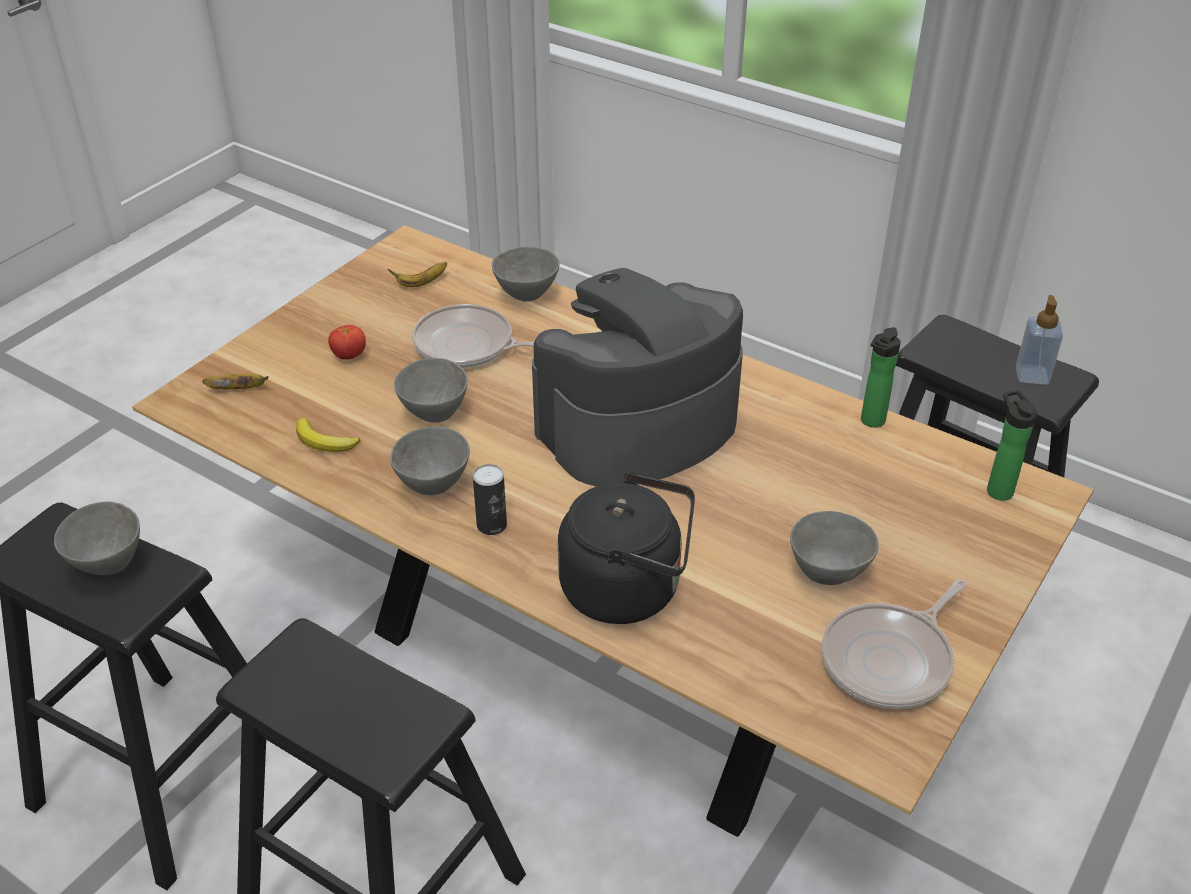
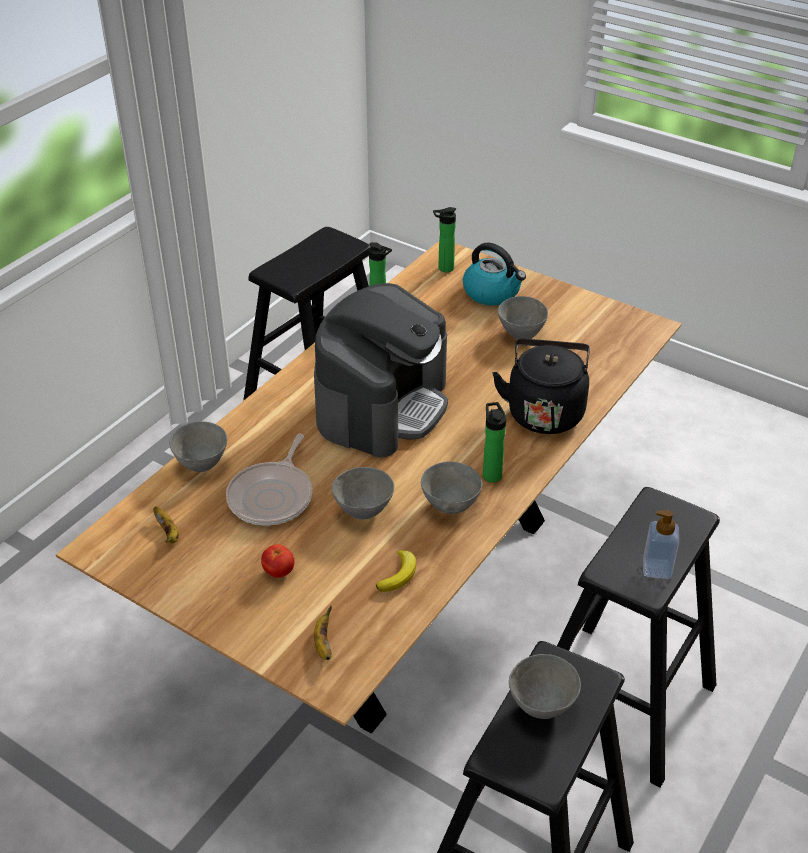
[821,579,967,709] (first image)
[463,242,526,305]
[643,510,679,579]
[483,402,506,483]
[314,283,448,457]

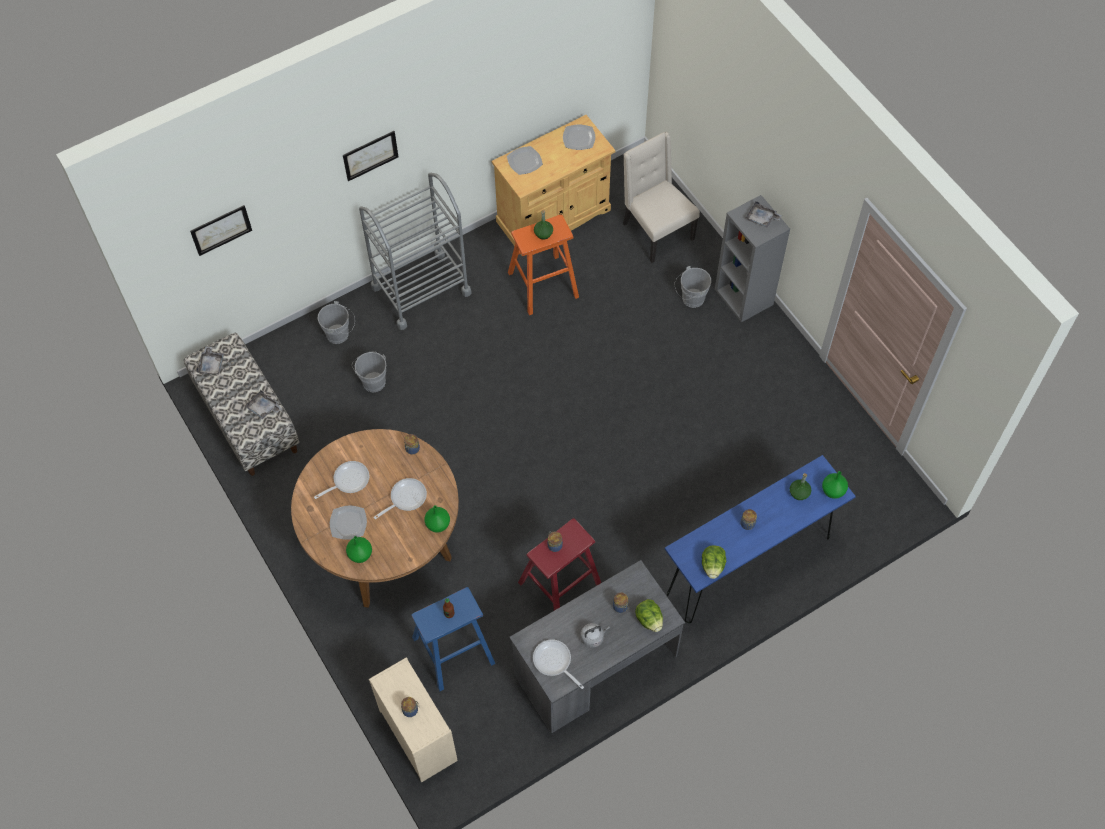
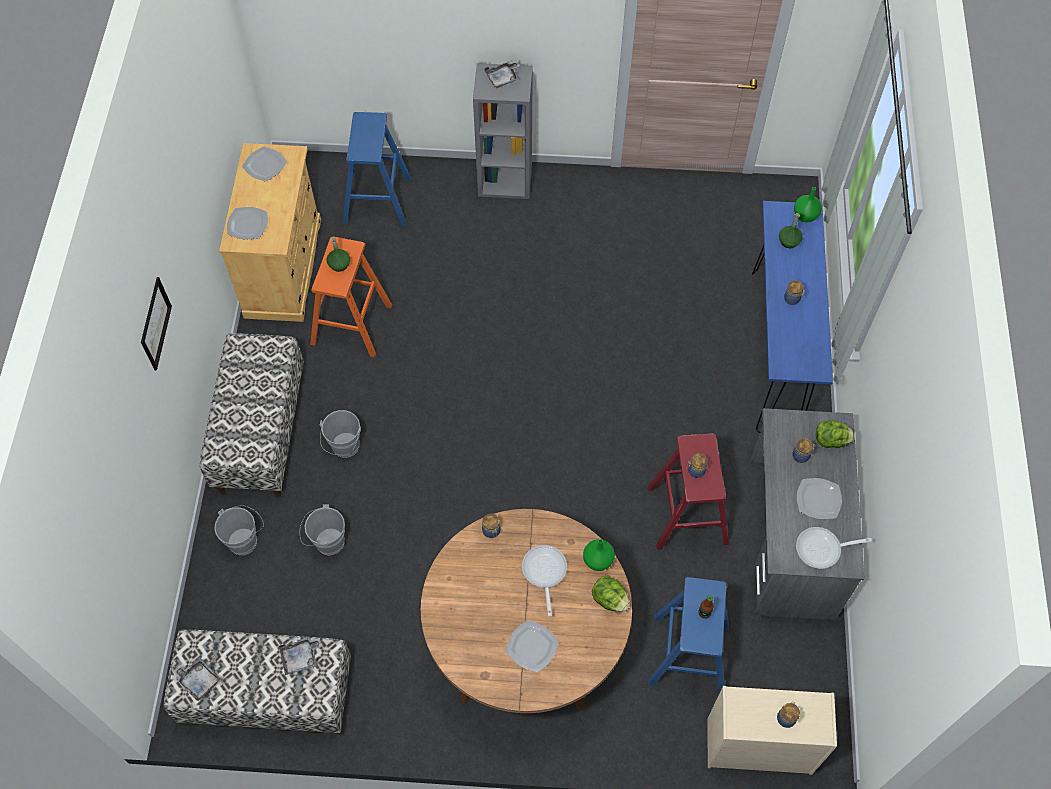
[190,205,252,256] (first image)
[314,461,369,499] (first image)
[346,536,372,563] (first image)
[320,410,361,458]
[592,575,630,612]
[200,333,304,498]
[797,478,842,519]
[343,112,411,226]

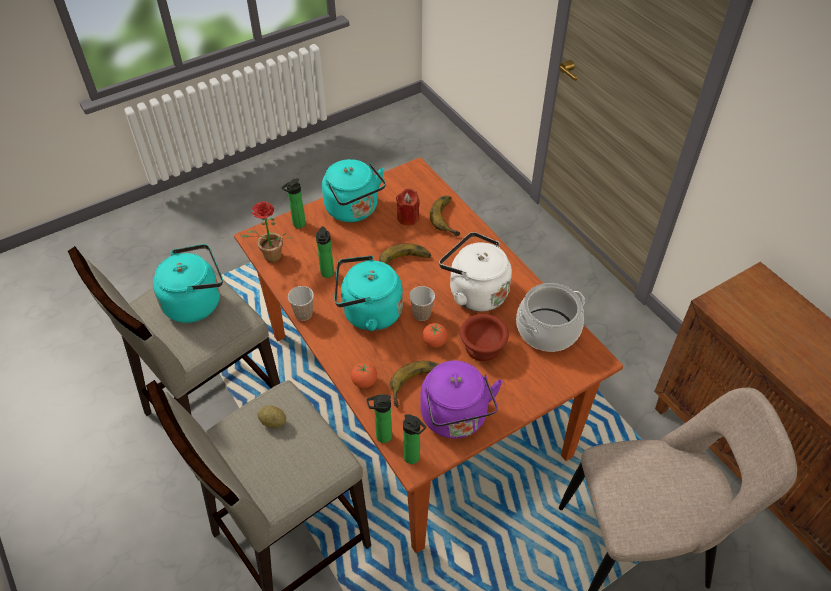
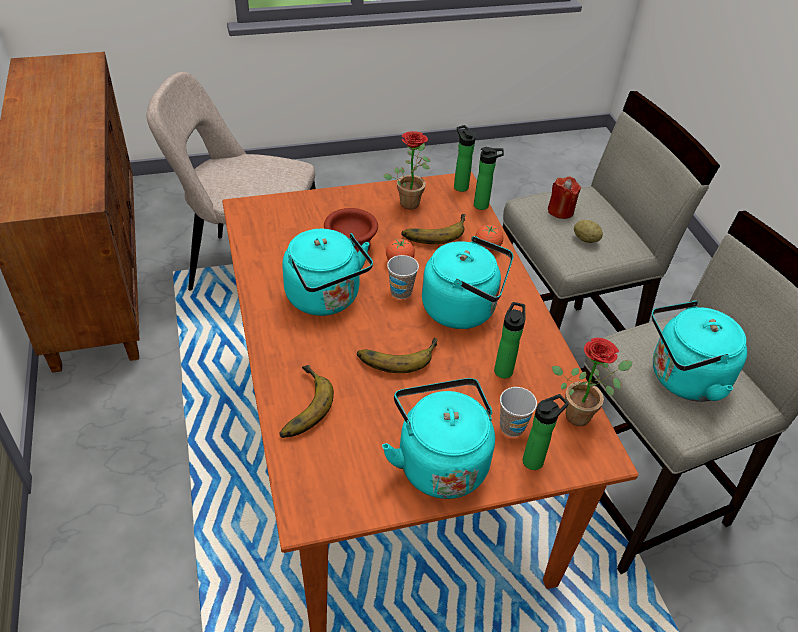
[516,283,585,352] (first image)
[500,387,537,437]
[548,177,581,219]
[383,131,431,210]
[282,229,373,316]

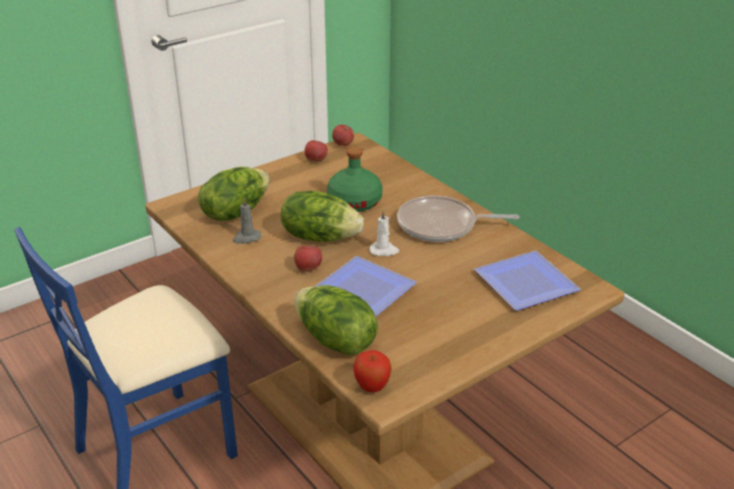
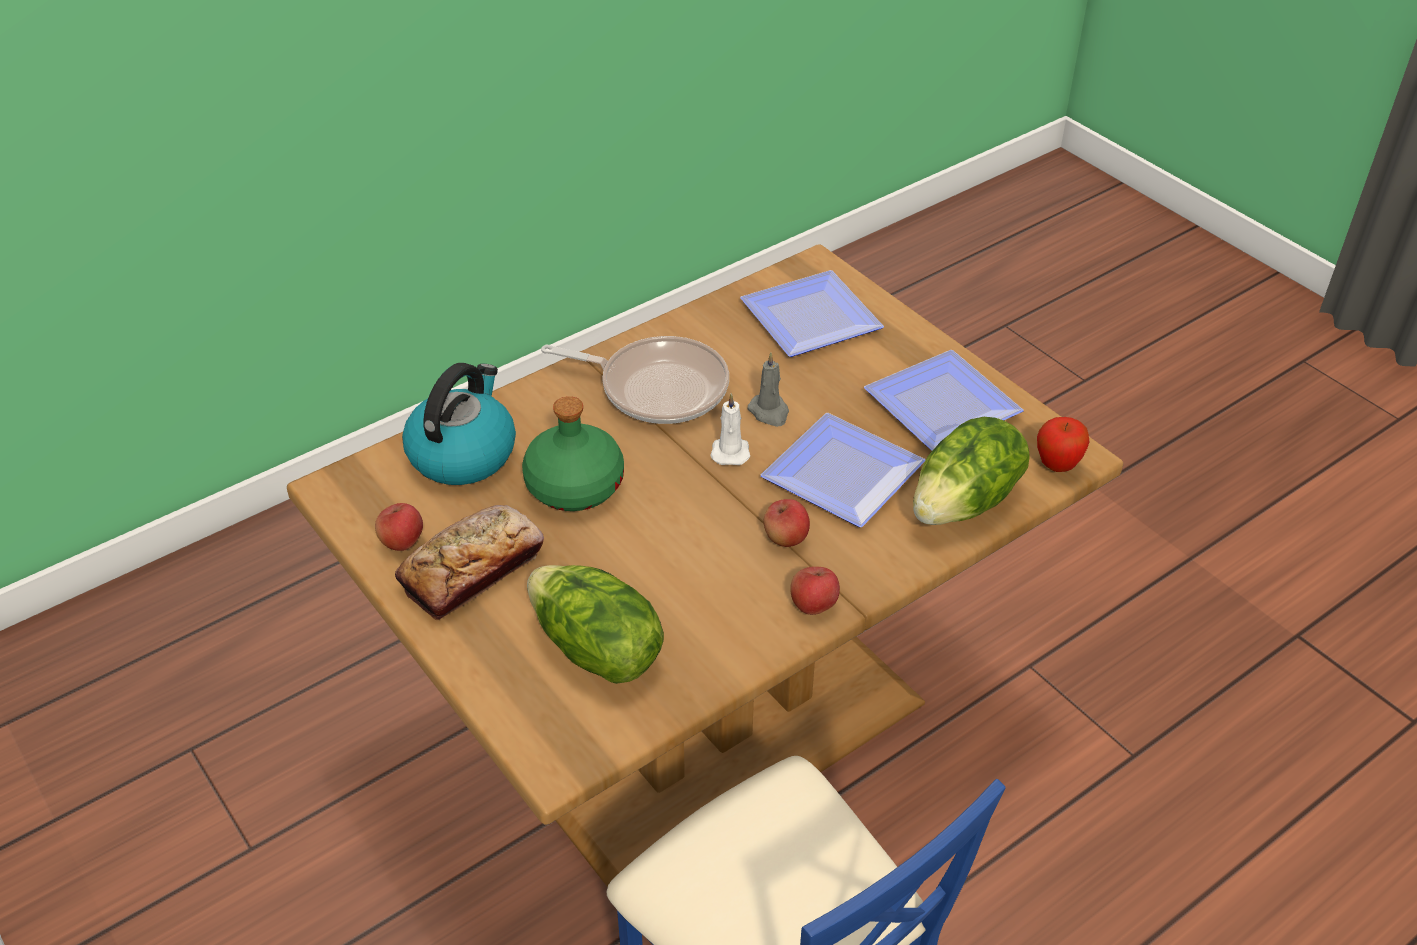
[281,191,364,242] (first image)
[395,505,544,620]
[402,363,516,485]
[864,350,1024,451]
[747,352,789,427]
[790,566,840,615]
[541,336,729,424]

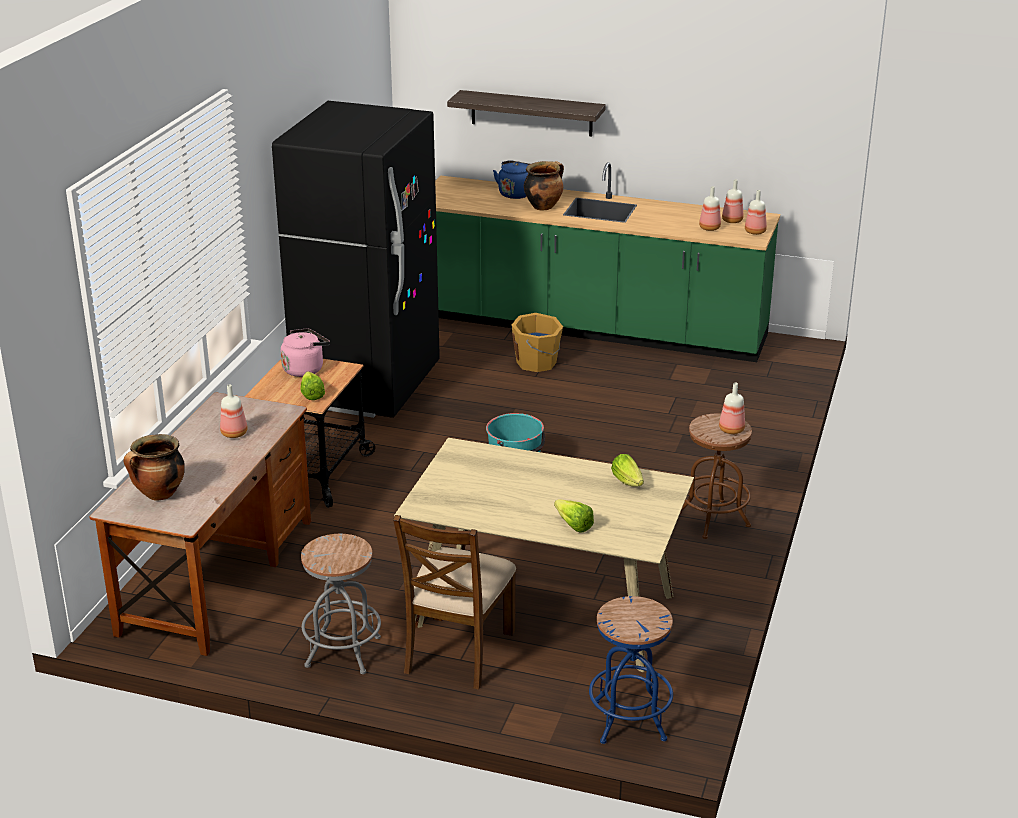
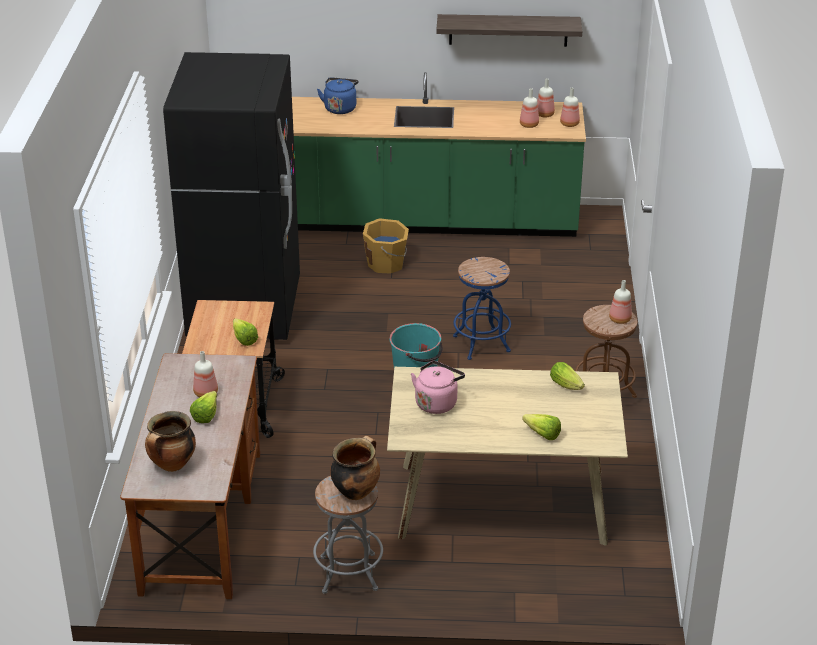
[393,515,516,690] (first image)
[190,391,217,423]
[411,361,465,414]
[436,14,582,47]
[330,436,380,500]
[453,257,511,360]

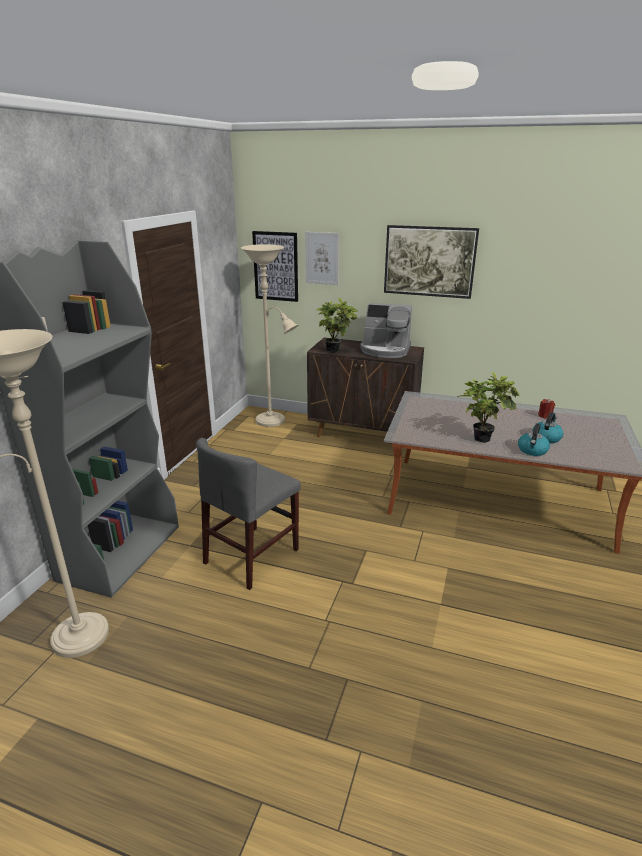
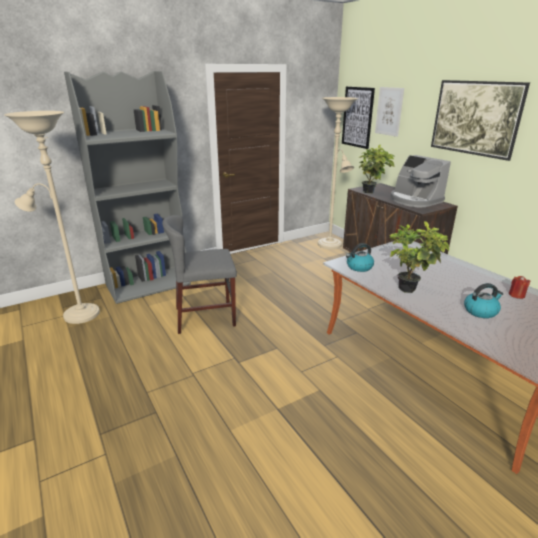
[346,243,374,272]

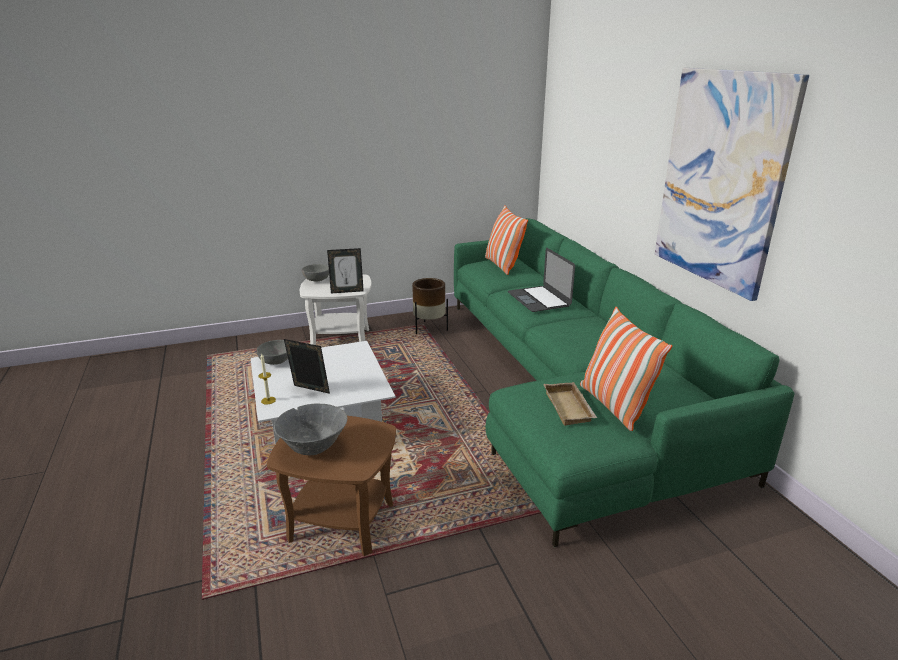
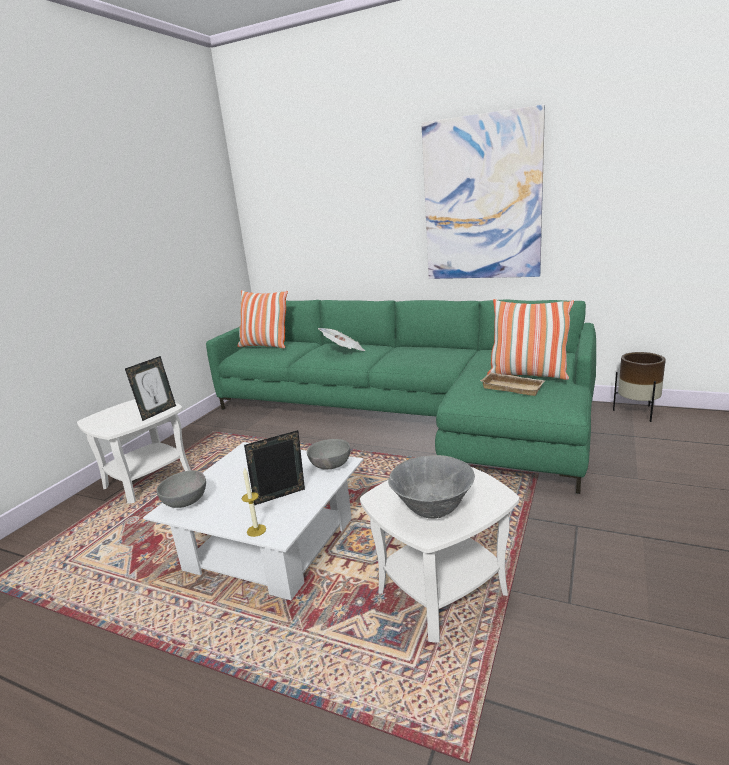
[307,439,350,470]
[613,352,666,422]
[318,328,365,351]
[360,467,519,643]

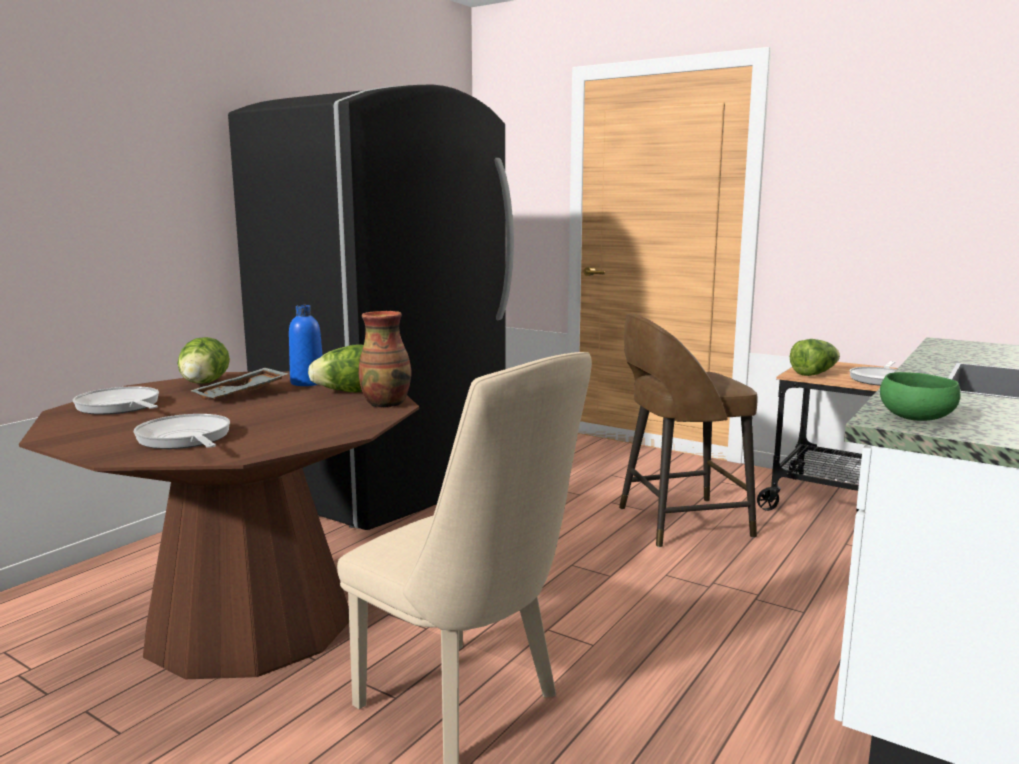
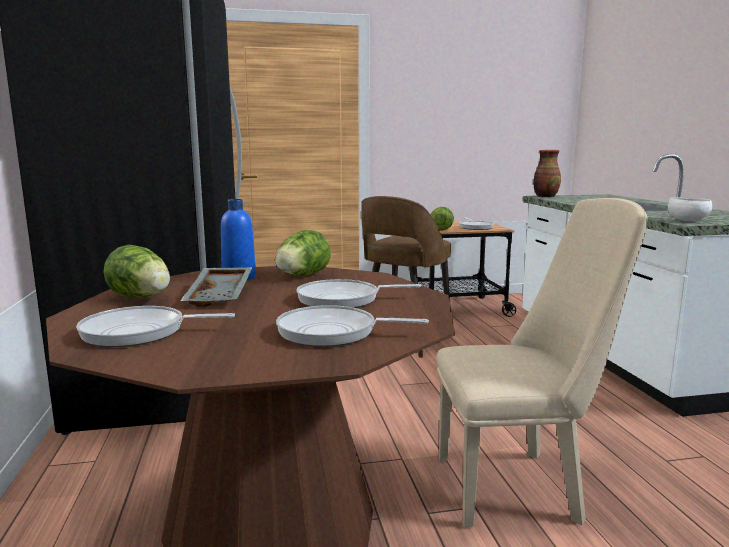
[296,279,421,308]
[533,150,561,197]
[668,197,712,221]

